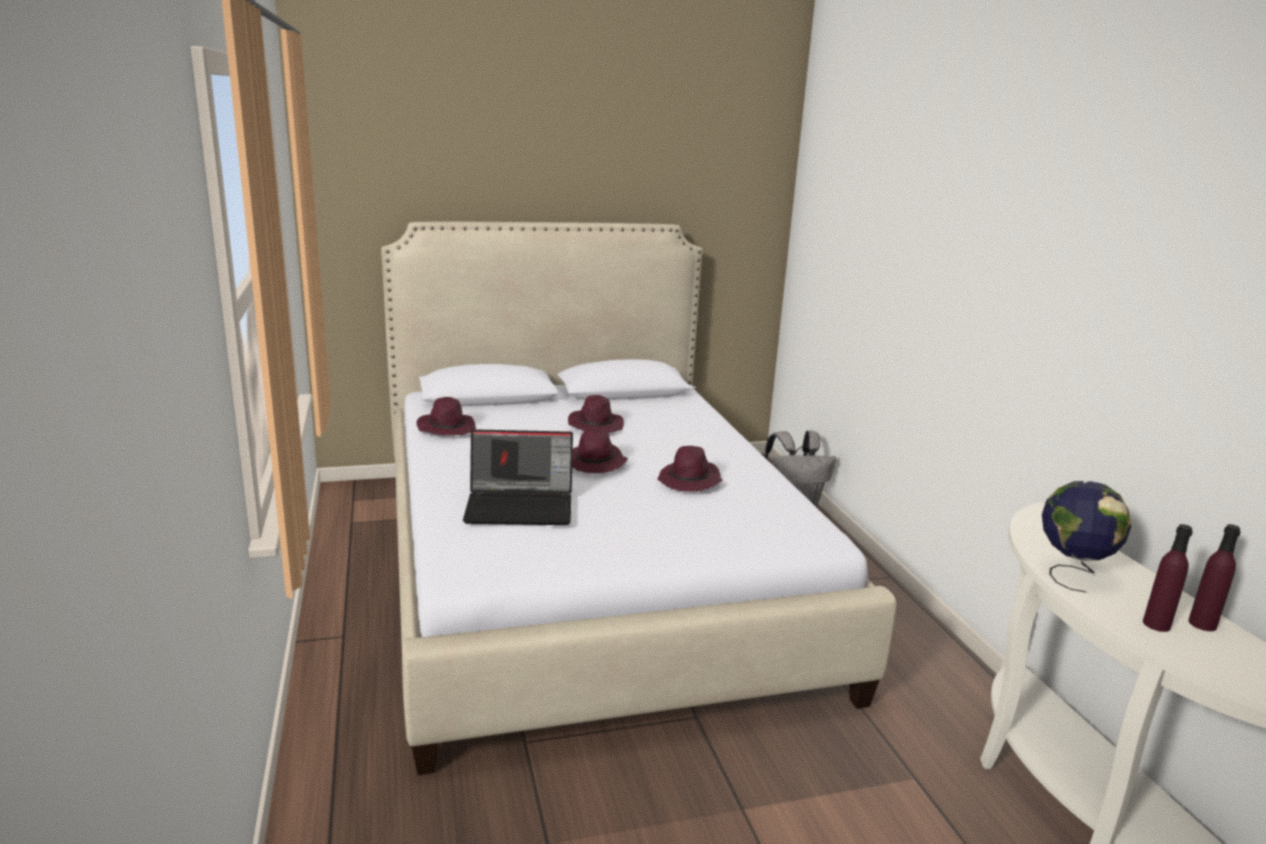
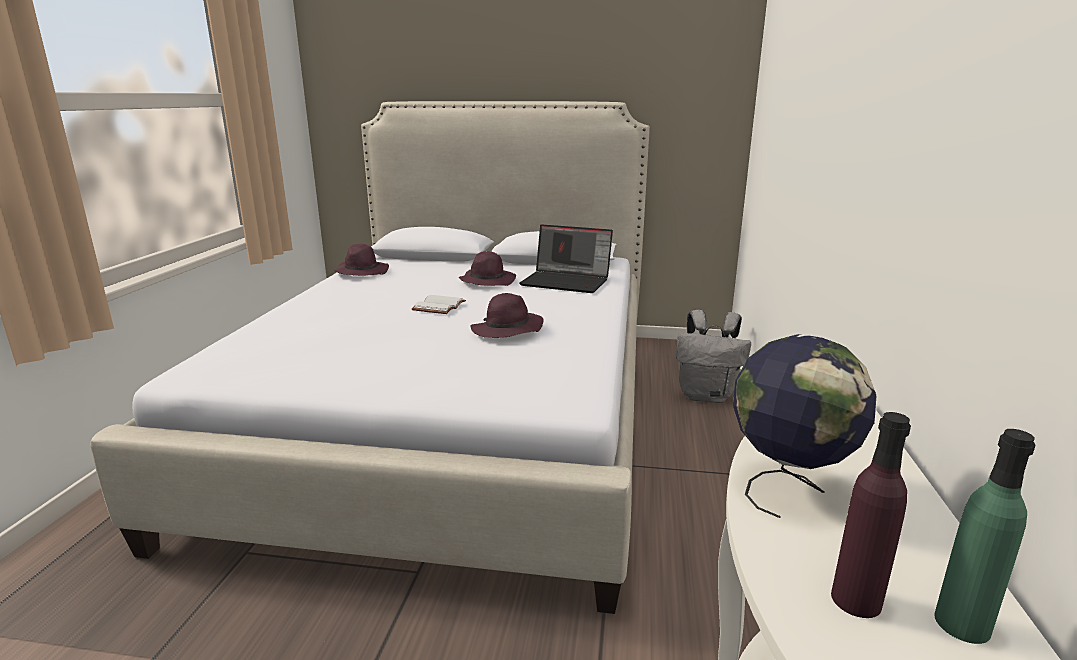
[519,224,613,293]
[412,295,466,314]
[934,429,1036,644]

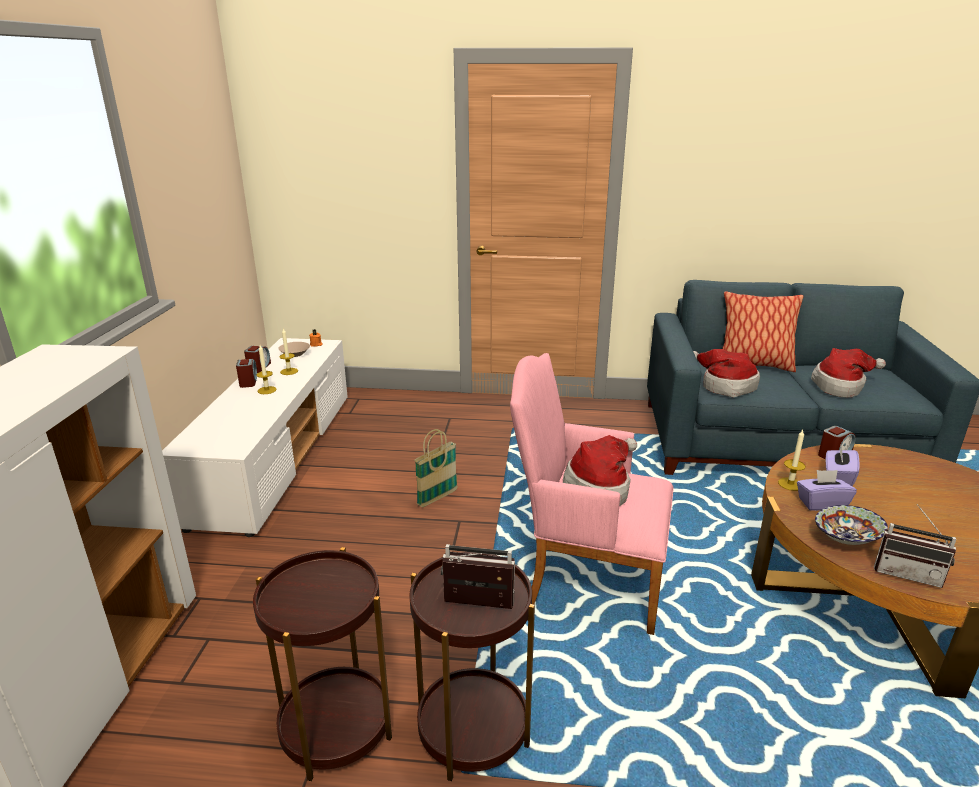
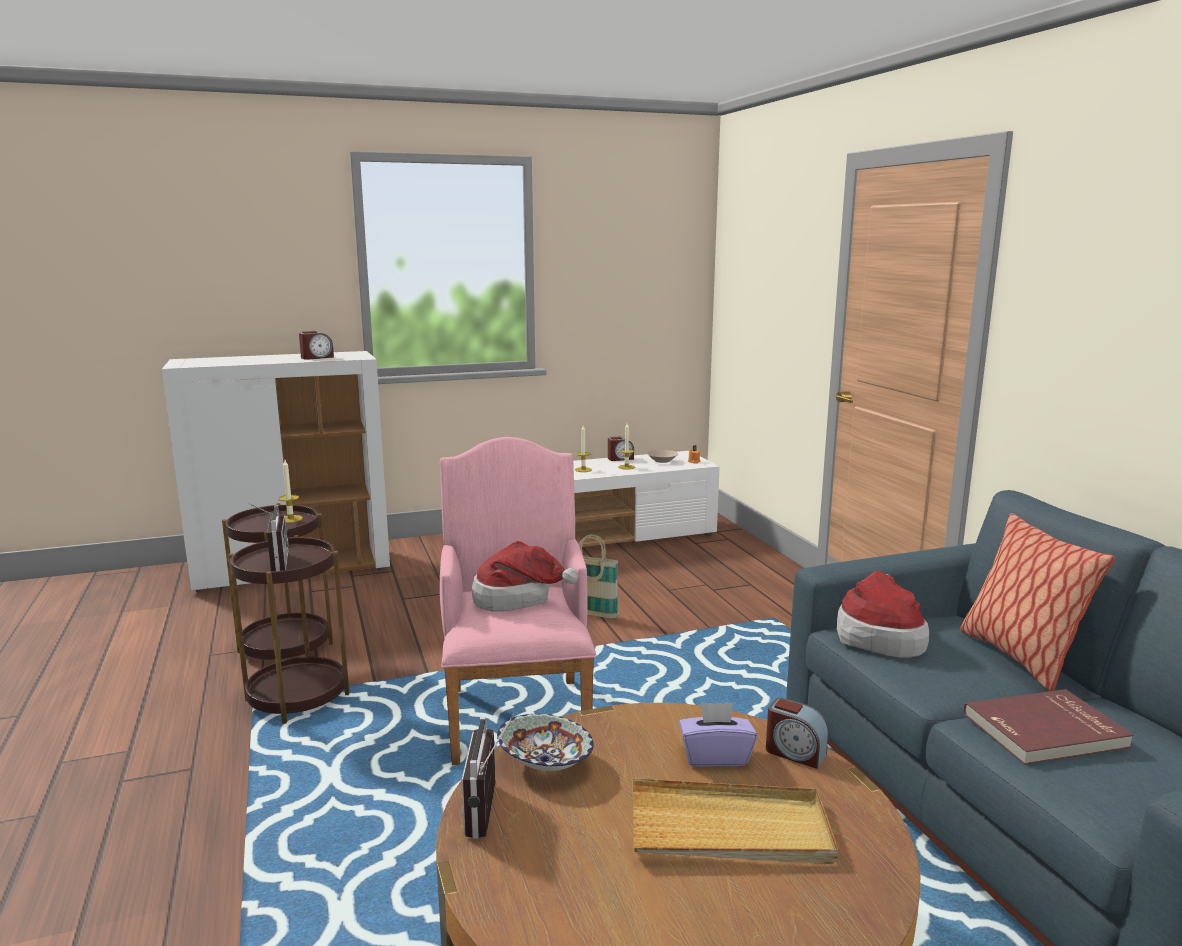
[797,470,857,511] (first image)
[633,778,838,864]
[299,331,334,360]
[278,460,303,523]
[964,689,1134,765]

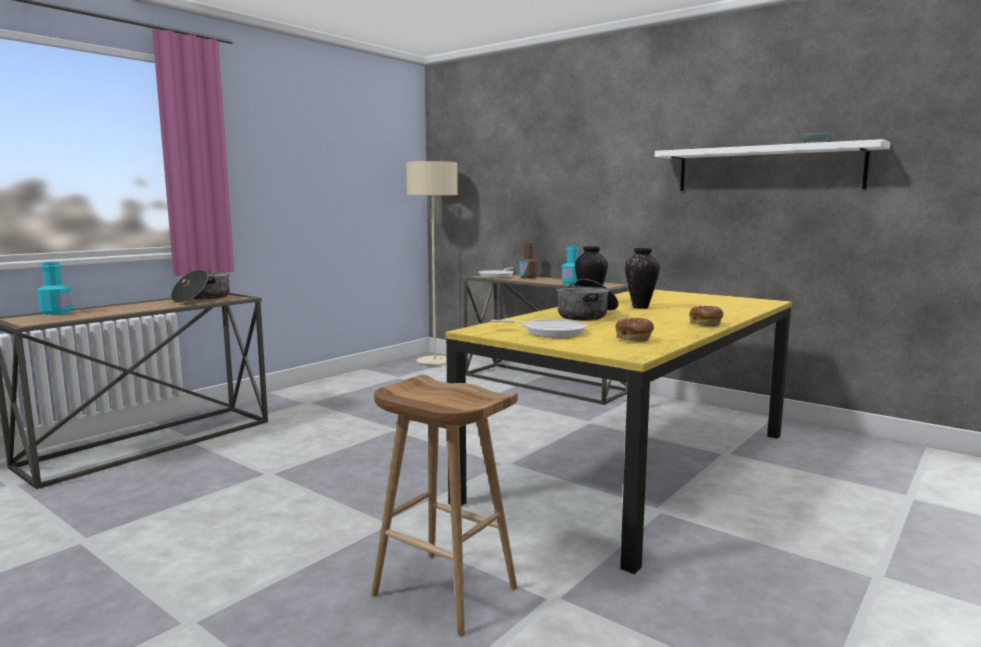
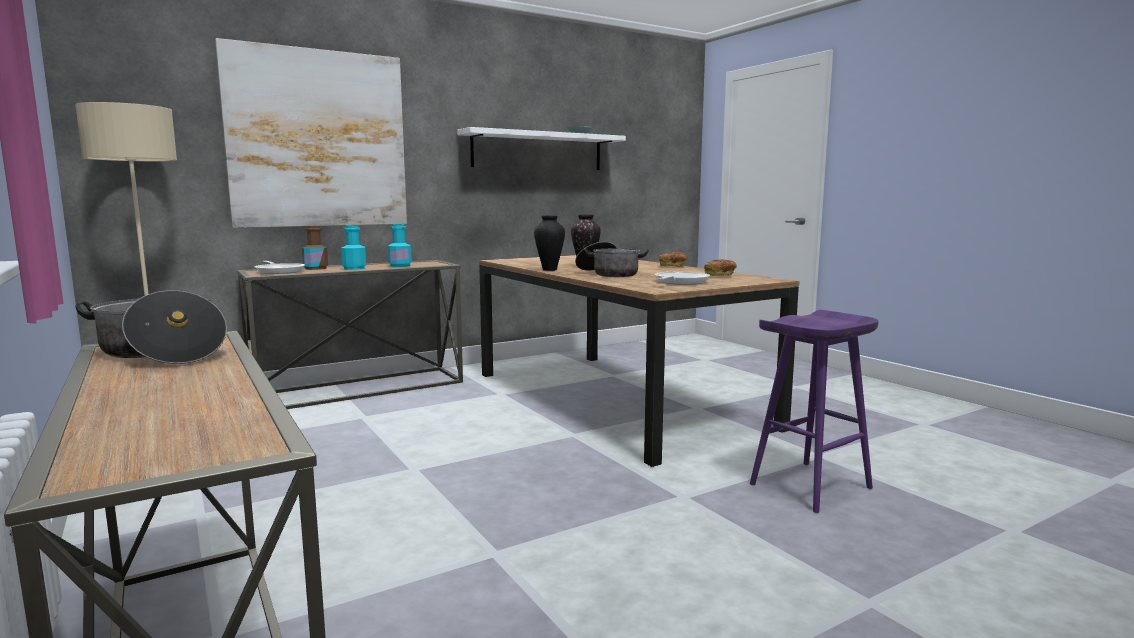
[215,38,407,228]
[341,225,366,270]
[750,310,879,513]
[479,255,800,467]

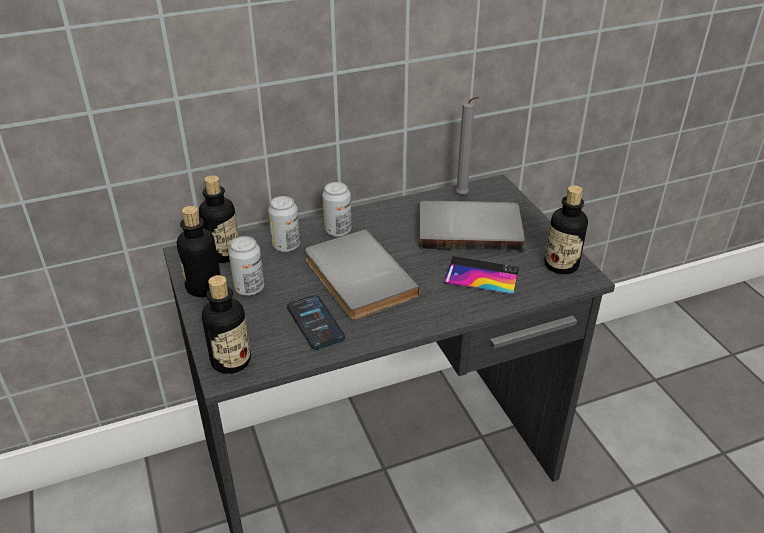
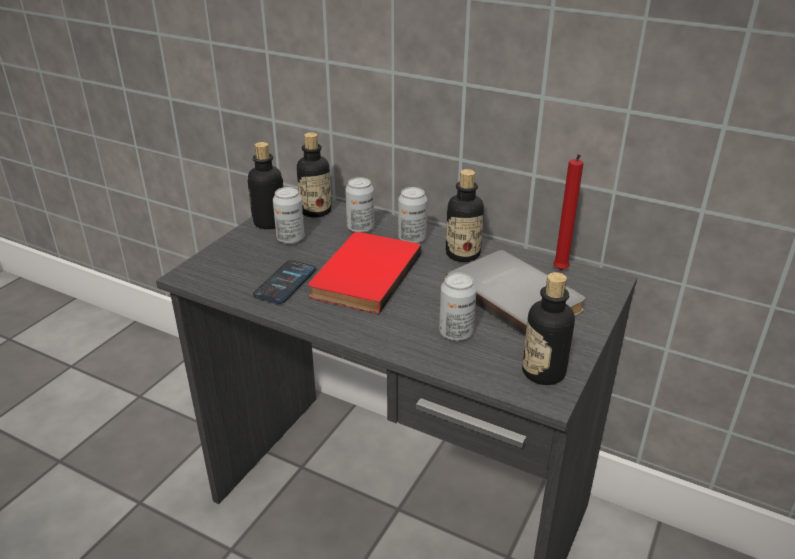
[445,169,484,262]
[439,273,477,341]
[308,232,422,314]
[553,154,584,270]

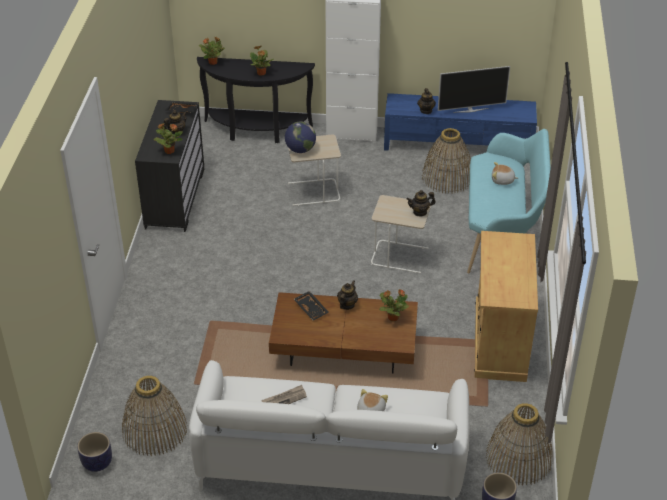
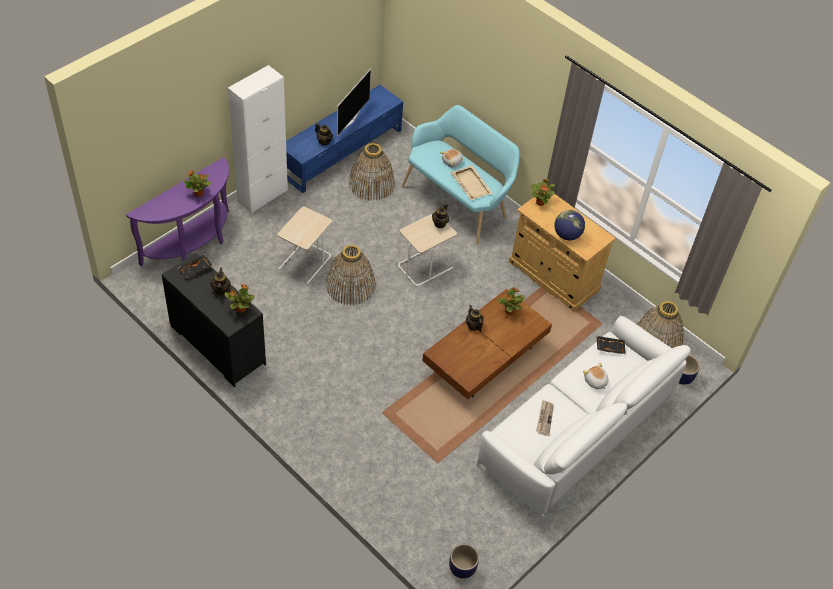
[450,165,493,200]
[326,245,376,305]
[531,178,555,206]
[555,210,585,240]
[597,336,626,354]
[126,157,229,266]

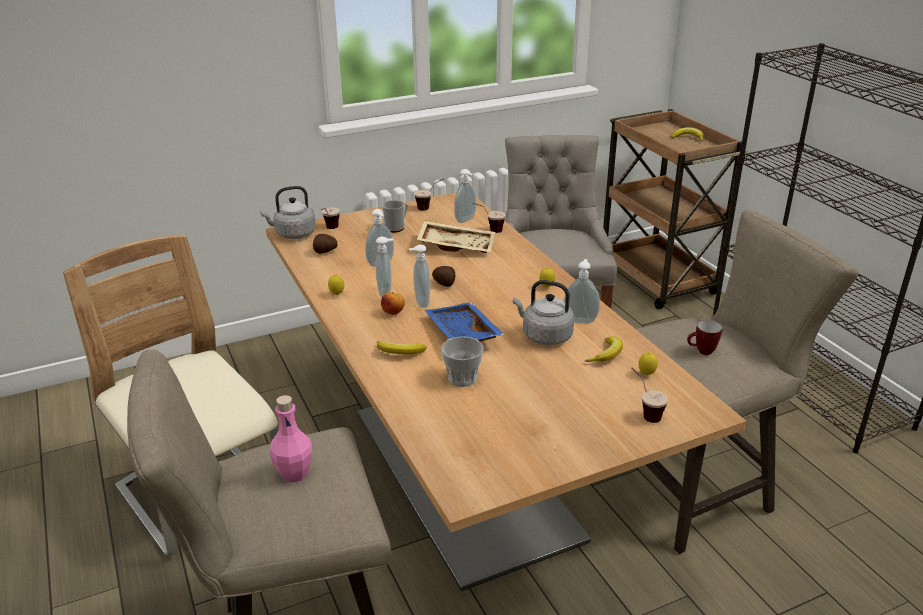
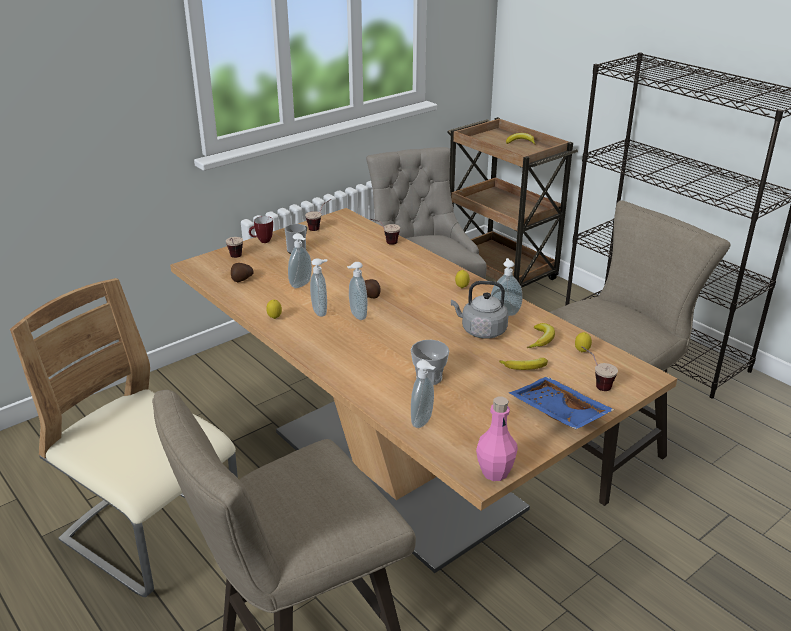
[260,186,316,239] (first image)
[381,292,405,315] (first image)
[417,220,495,253] (first image)
[476,397,518,481]
[499,358,548,370]
[509,376,614,429]
[411,360,435,428]
[249,216,273,243]

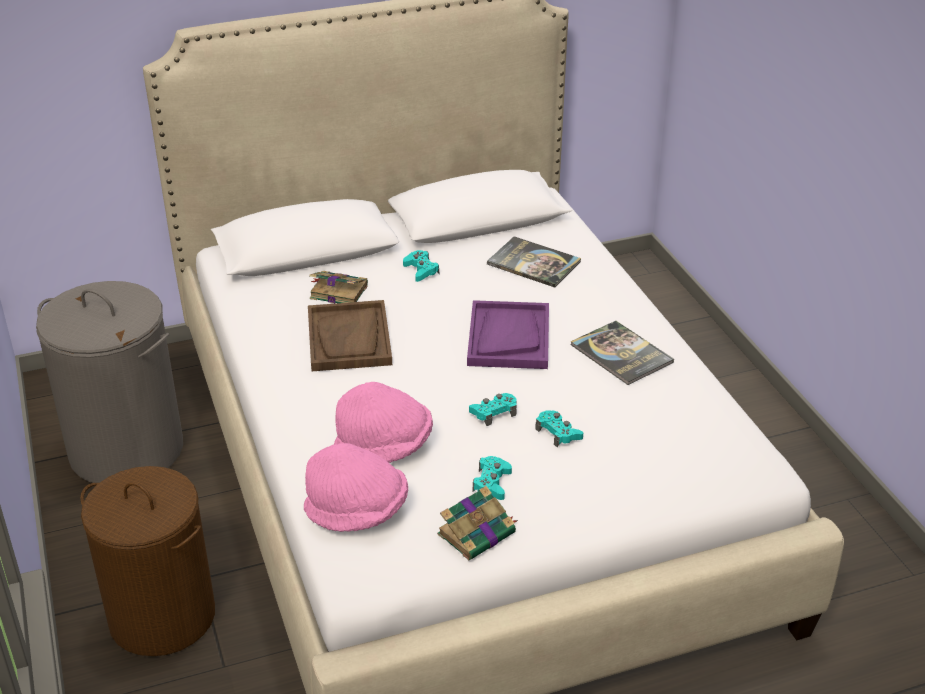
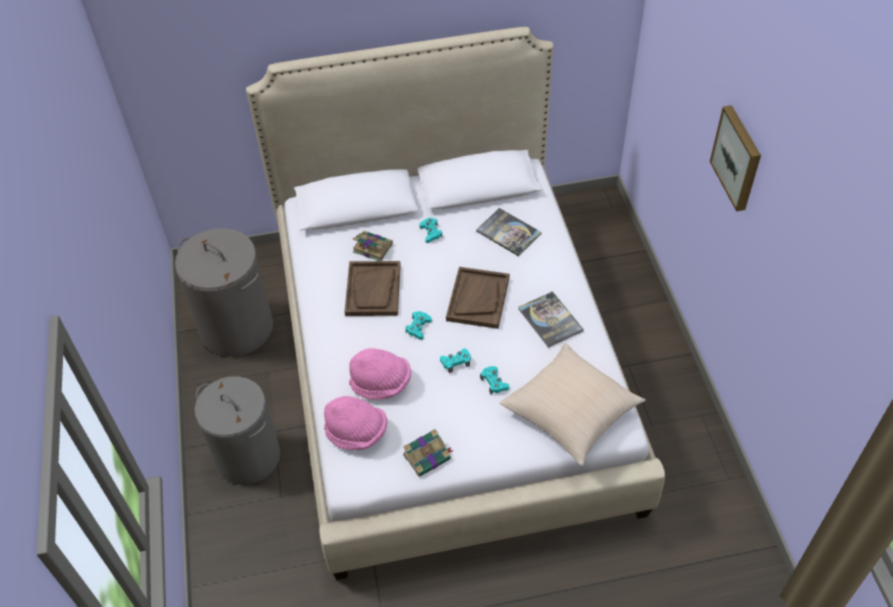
[500,342,646,466]
[710,105,761,212]
[406,311,432,340]
[194,376,280,485]
[446,267,510,329]

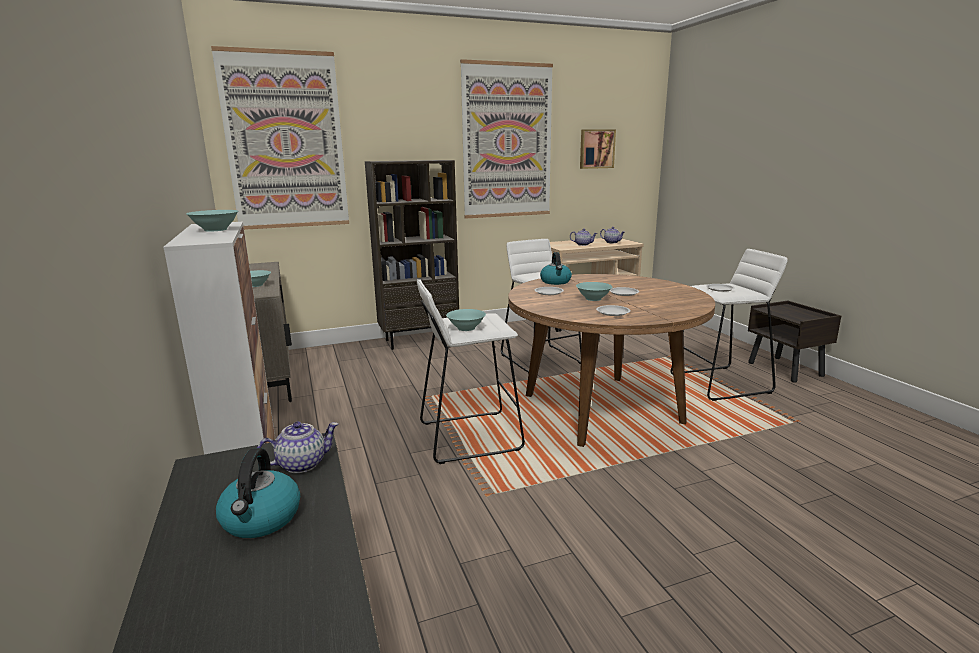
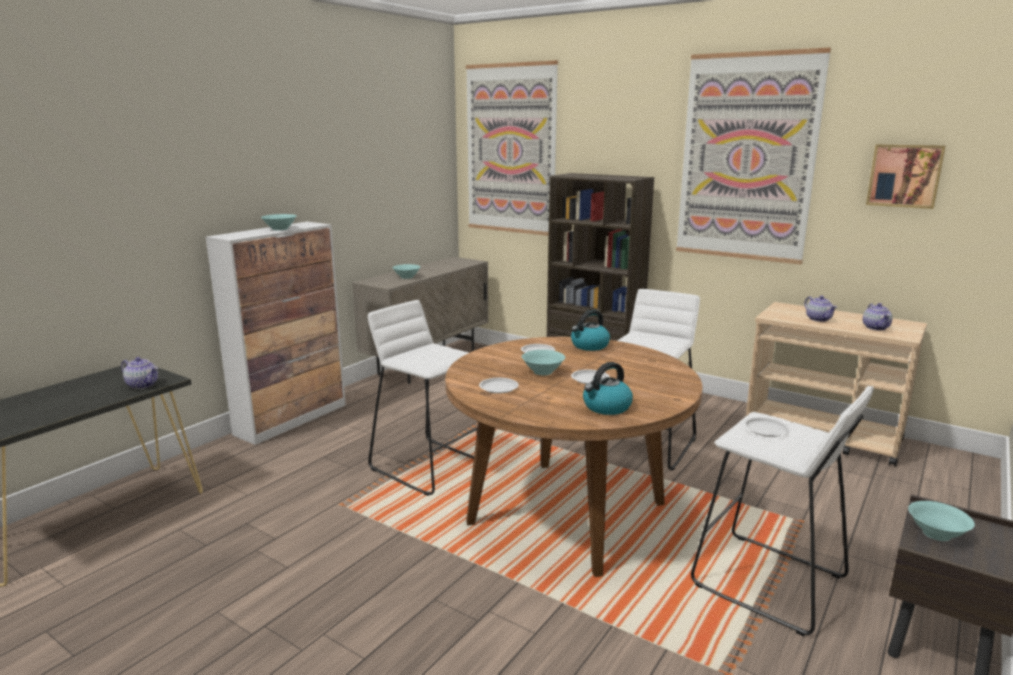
[583,362,633,415]
[908,501,975,541]

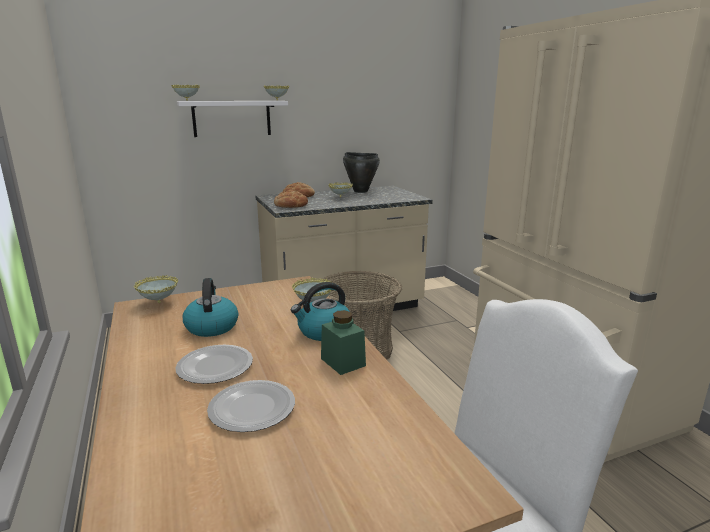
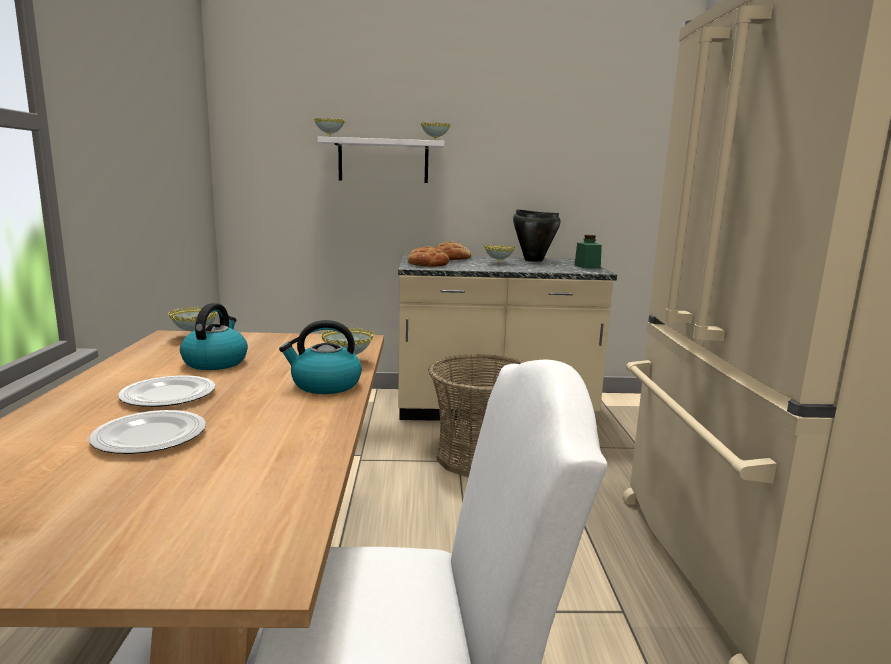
[574,235,602,269]

